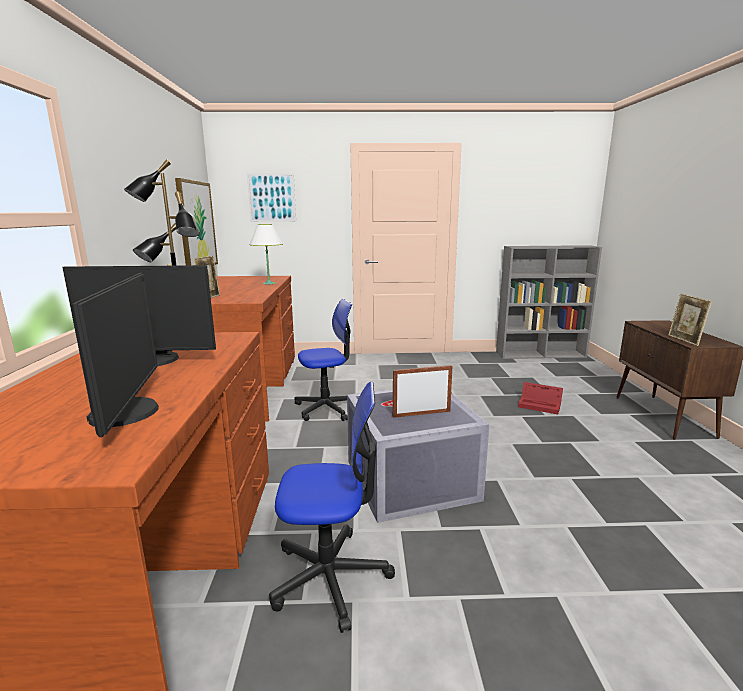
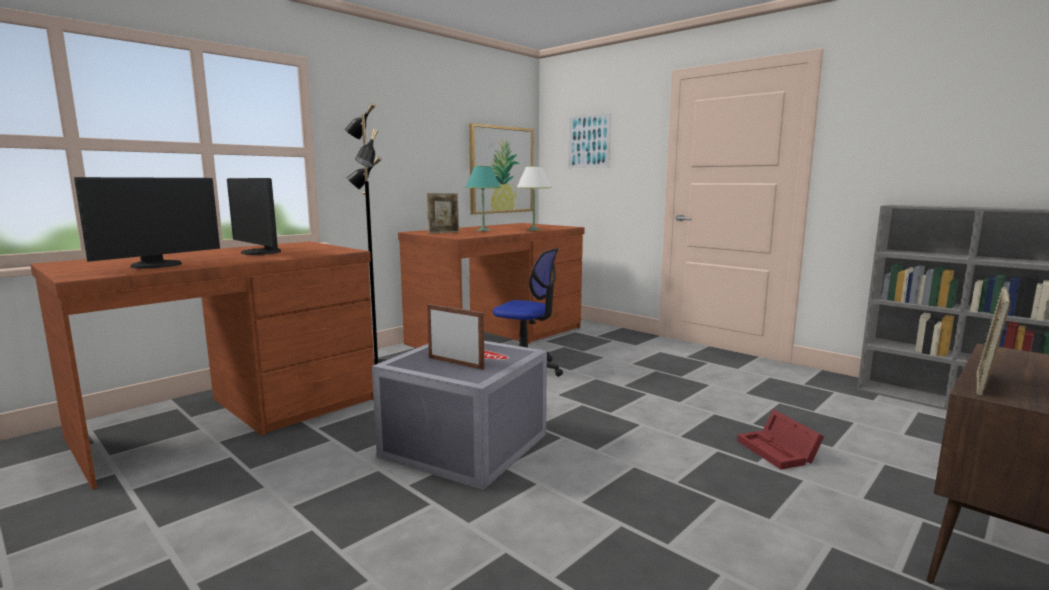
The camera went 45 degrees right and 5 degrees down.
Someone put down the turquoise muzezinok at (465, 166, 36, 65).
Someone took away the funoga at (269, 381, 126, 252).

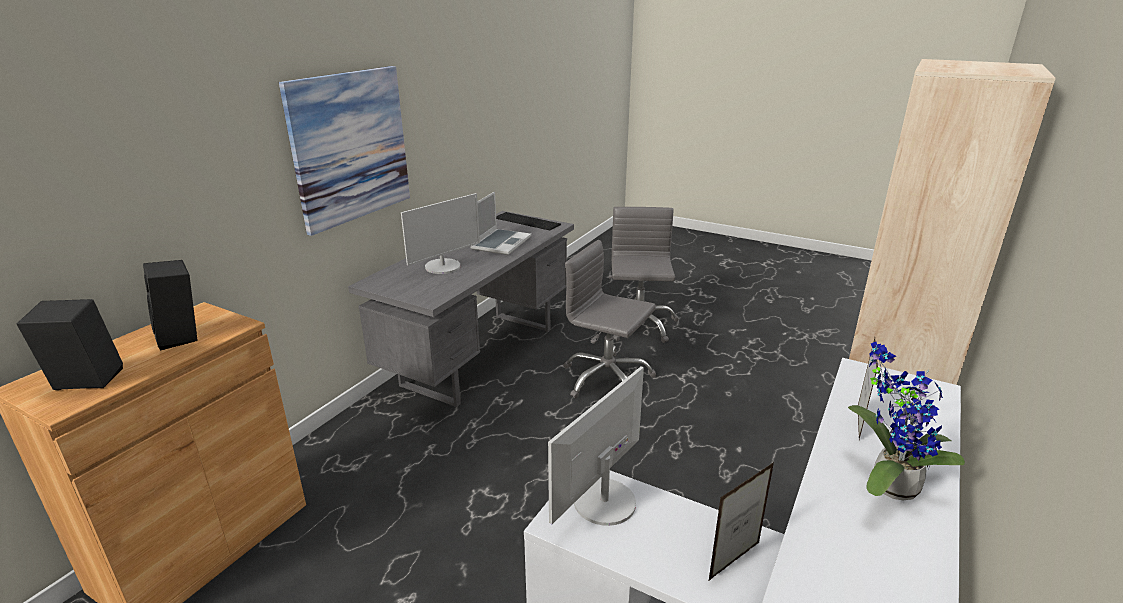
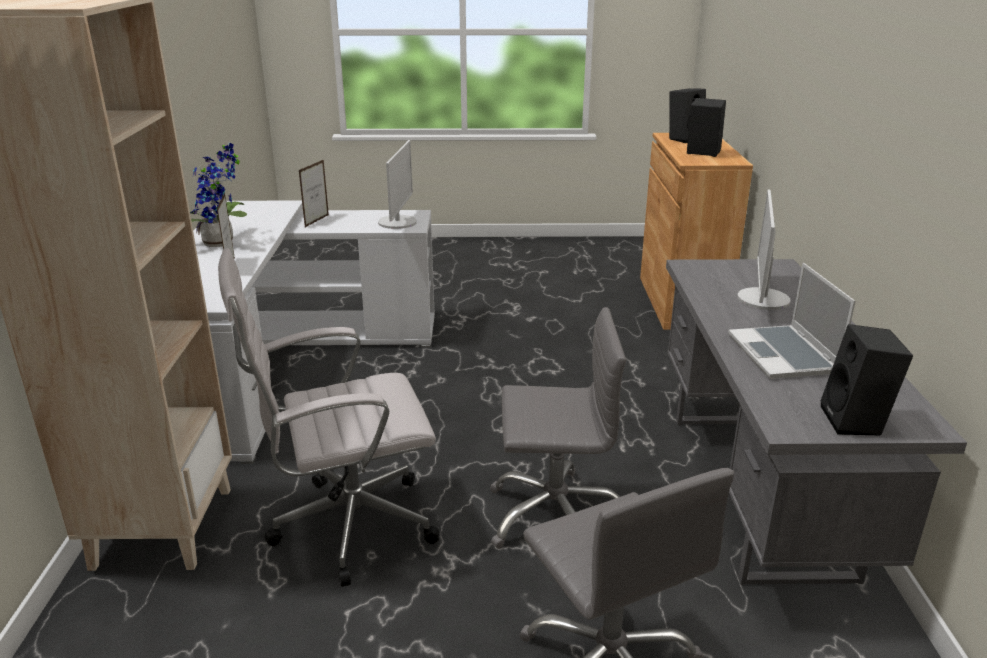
The camera went 150 degrees right and 0 degrees up.
Someone put down the white funoga at (218, 248, 221, 339).
Someone swapped the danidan at (496, 212, 65, 18) for the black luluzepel at (821, 324, 92, 112).
Someone took away the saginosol at (279, 66, 131, 170).

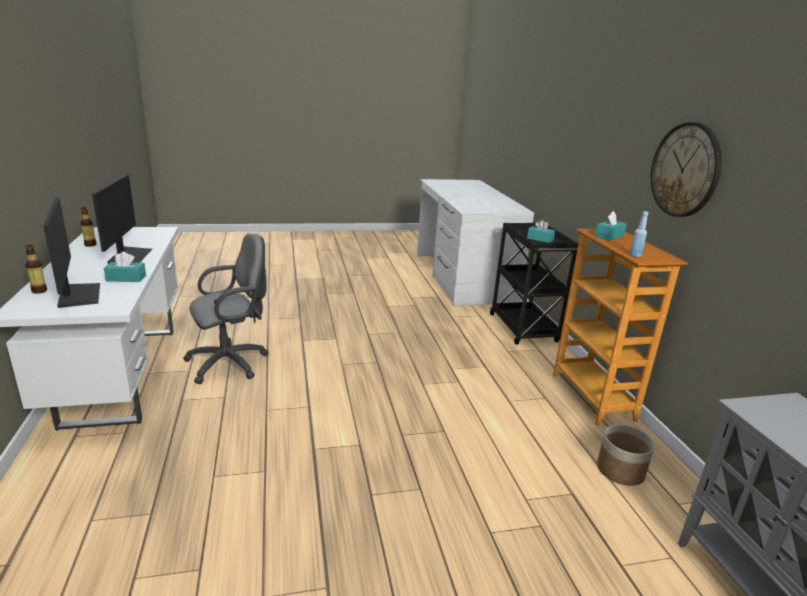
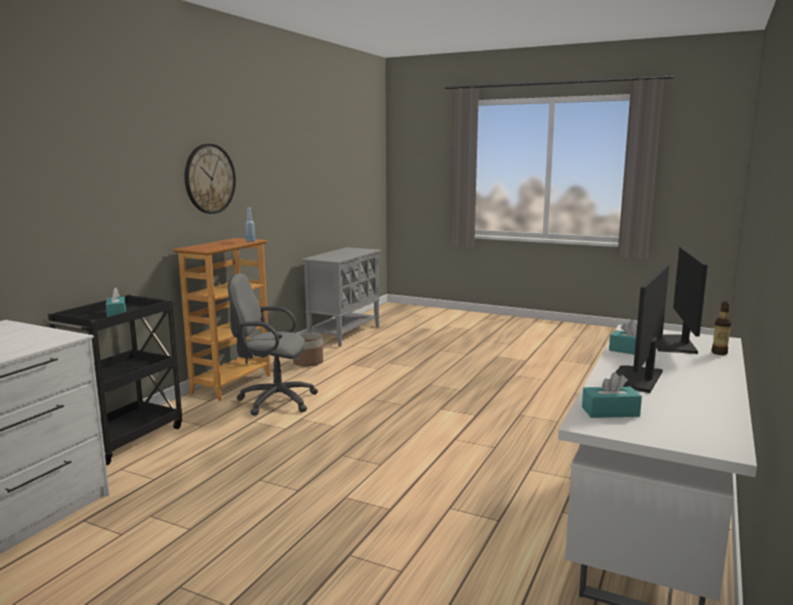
The camera went 140 degrees left and 10 degrees down.
Someone carried the grey funoga from (183, 233, 86, 151) to (228, 274, 90, 142).
Someone carried the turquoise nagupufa from (595, 211, 32, 30) to (582, 372, 60, 46).
Someone took away the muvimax at (80, 207, 17, 40).

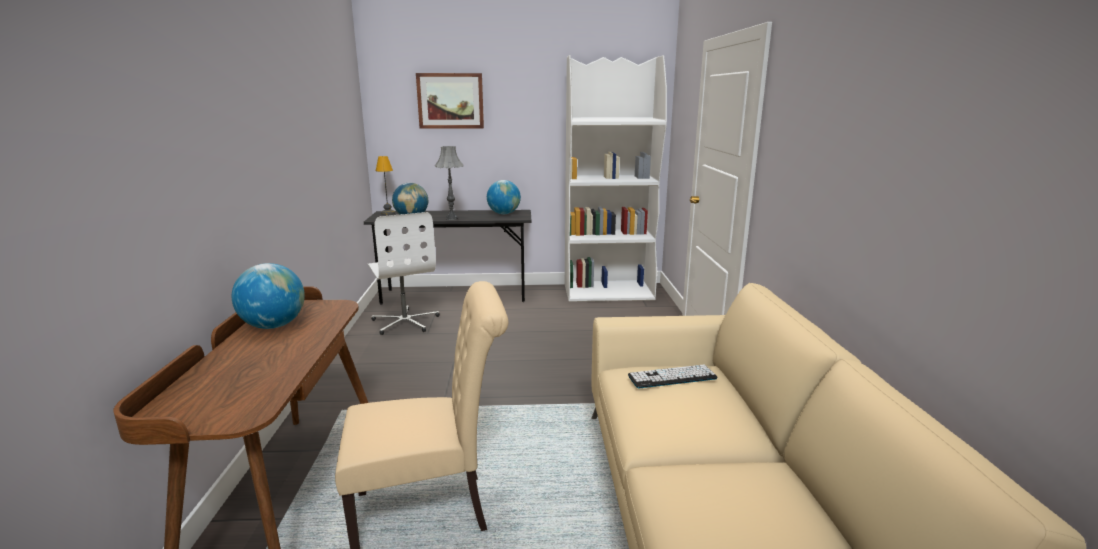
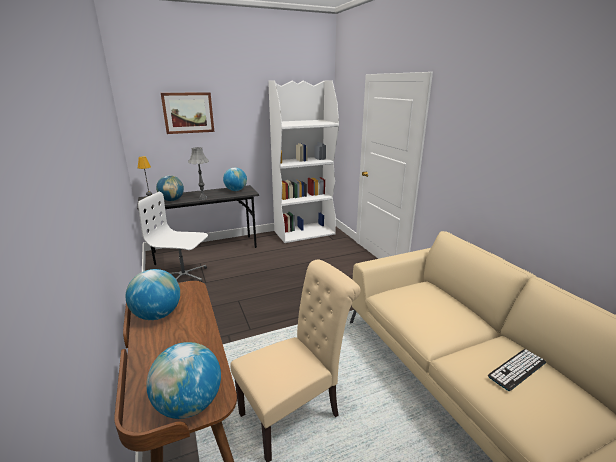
The camera went 20 degrees left and 5 degrees up.
Someone rotated the white funoga at (368, 212, 72, 123) by 150 degrees clockwise.
Someone put down the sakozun at (146, 342, 75, 77).
Someone carried the danidan from (628, 364, 90, 24) to (488, 349, 58, 42).

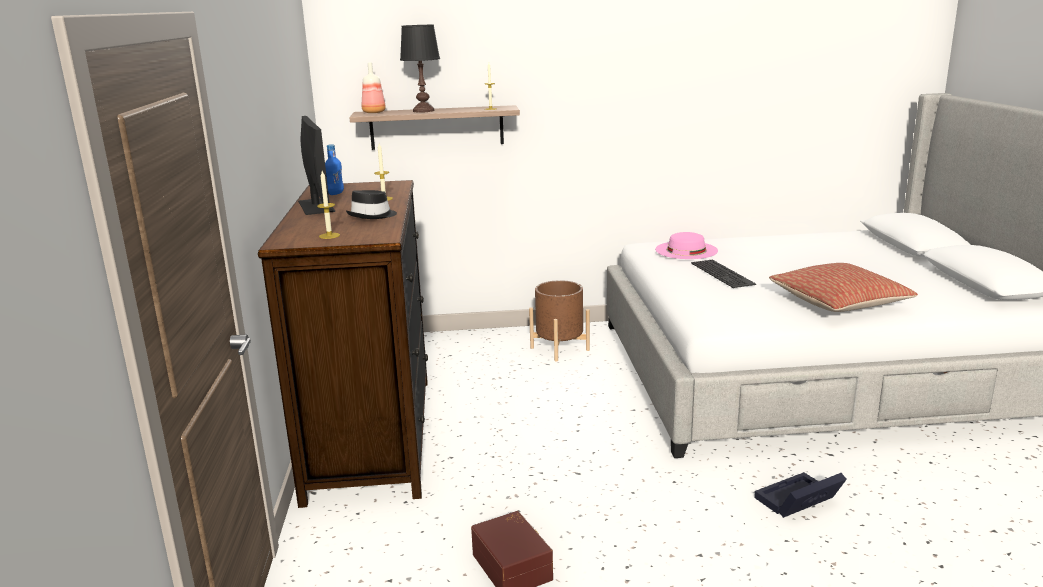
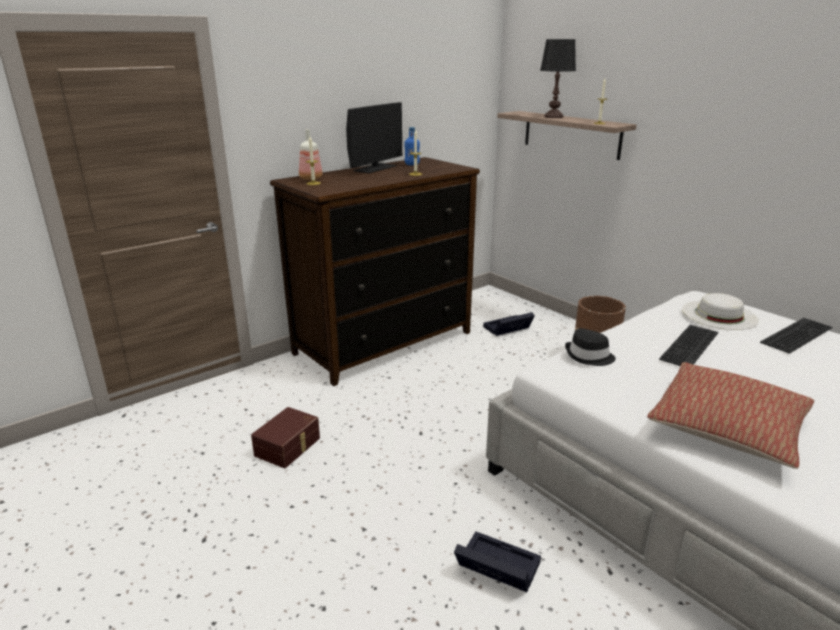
The camera went 55 degrees right and 5 degrees up.
Someone carried the muvimax from (362, 62, 24, 51) to (299, 129, 24, 51).
Someone put down the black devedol at (483, 312, 52, 24).
Someone carried the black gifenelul from (346, 190, 51, 29) to (565, 328, 51, 38).
Someone repainted the pink gifenelul at (655, 232, 63, 27), which became the white gifenelul at (682, 293, 77, 37).
Someone put down the danidan at (760, 318, 72, 36).

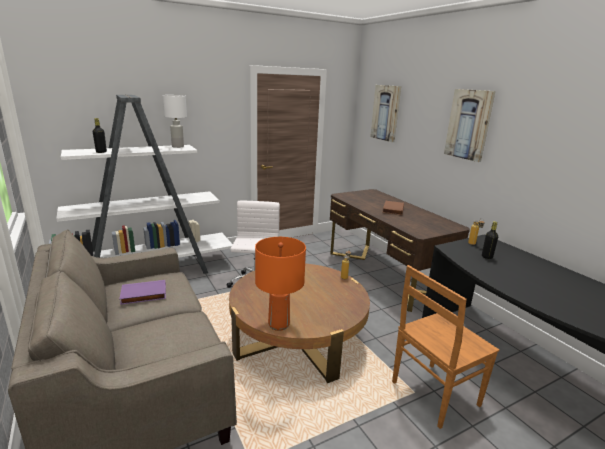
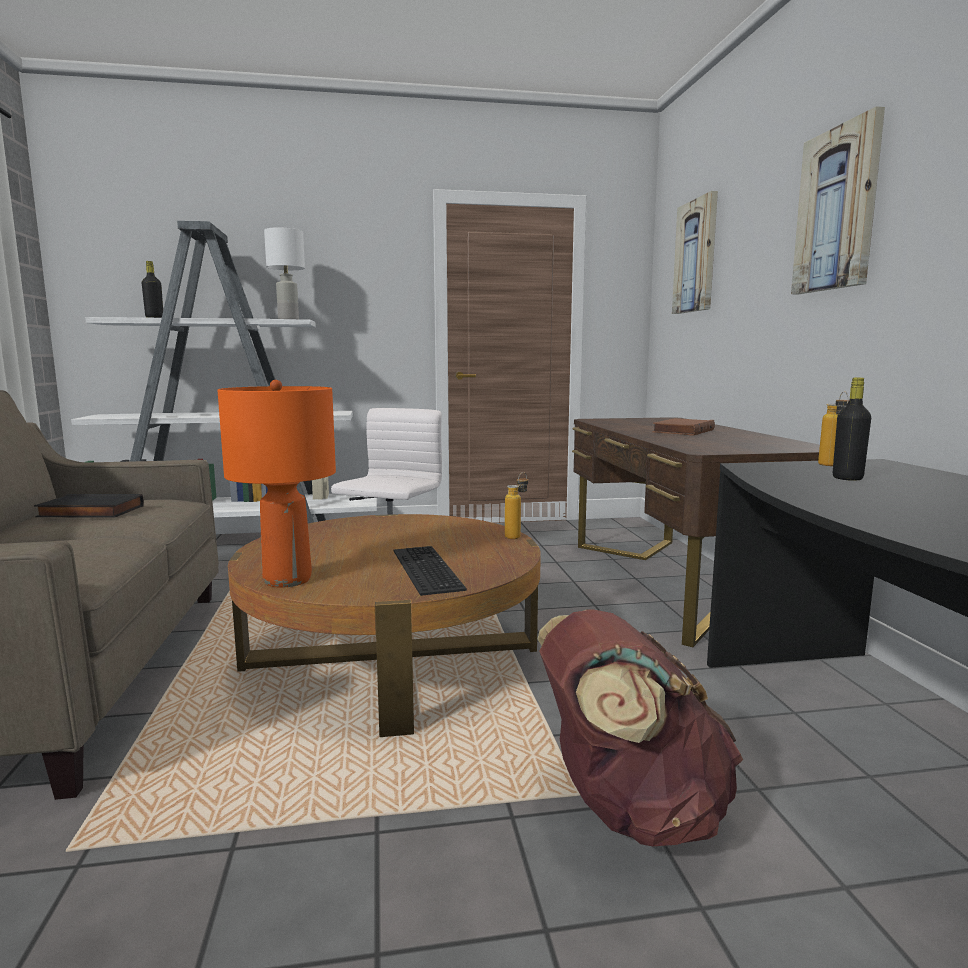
The camera went 20 degrees right and 10 degrees down.
Someone repainted the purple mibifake at (119, 280, 47, 25), which became the black mibifake at (34, 494, 110, 23).
Someone put down the danidan at (394, 546, 73, 50).
Someone swapped the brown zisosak at (392, 265, 107, 164) for the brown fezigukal at (538, 609, 205, 237).

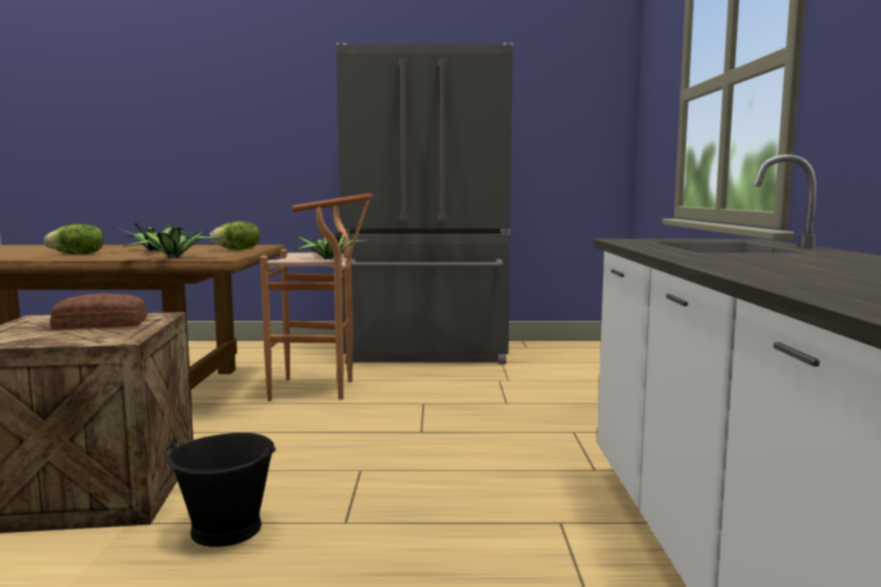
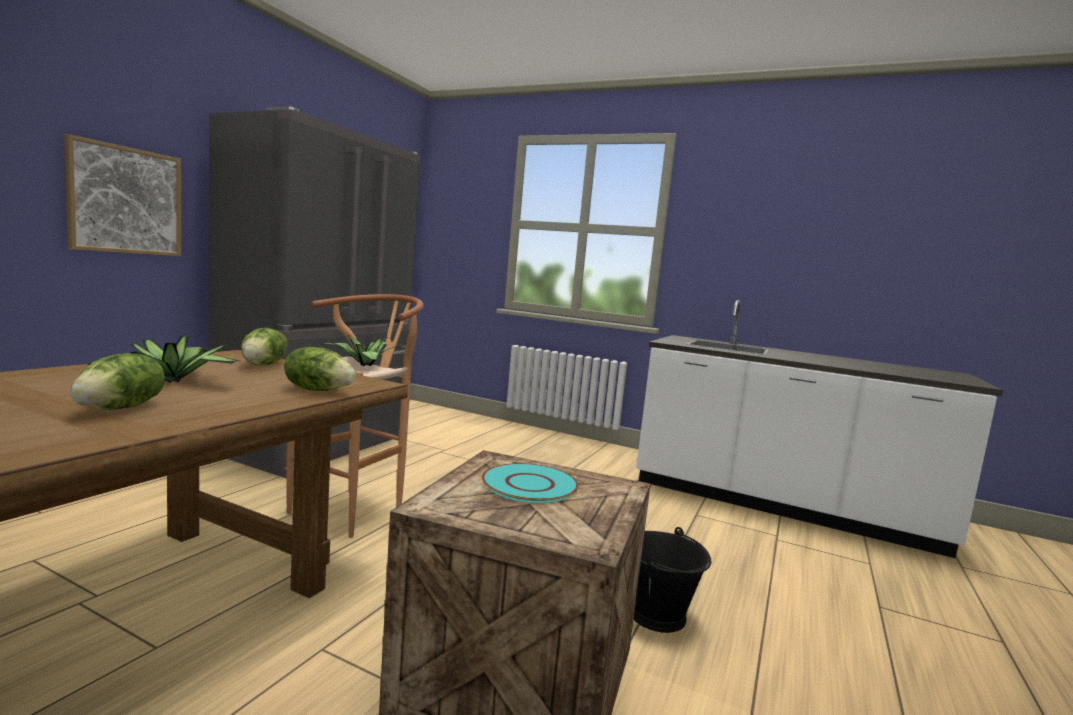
The camera went 65 degrees left and 0 degrees up.
Someone put up the saginosol at (64, 134, 117, 122).
Someone swapped the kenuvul at (123, 226, 98, 32) for the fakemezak at (284, 347, 72, 44).
Someone swapped the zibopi at (50, 293, 97, 37) for the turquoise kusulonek at (482, 463, 97, 40).

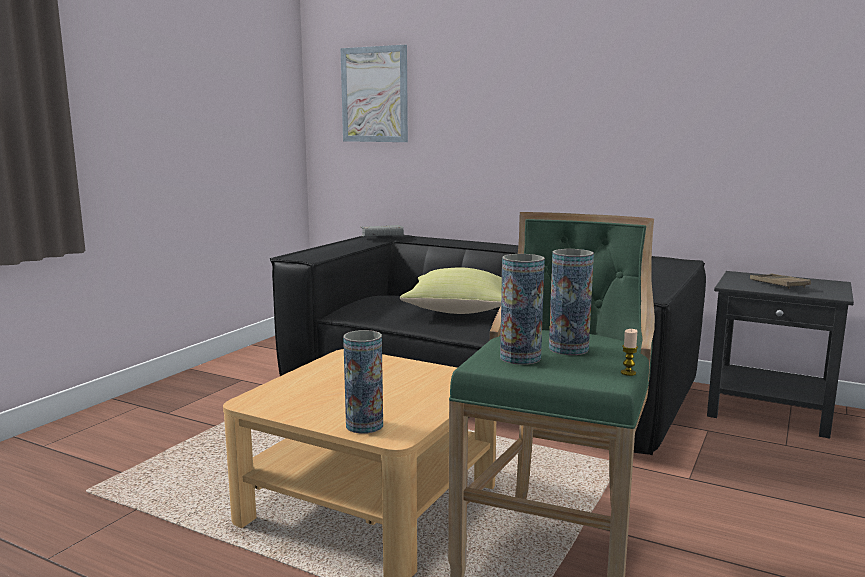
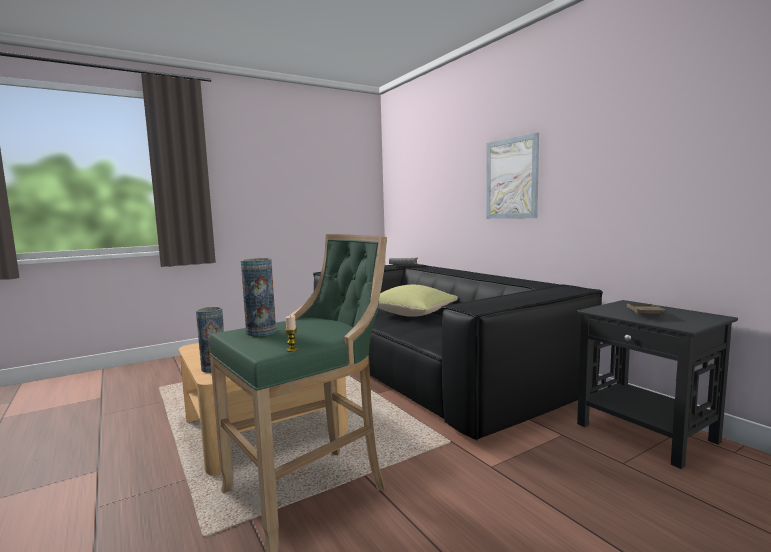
The camera went 30 degrees right and 5 degrees down.
Someone carried the saginosol from (340, 45, 68, 97) to (486, 133, 53, 86).
Someone took away the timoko at (549, 249, 45, 106).

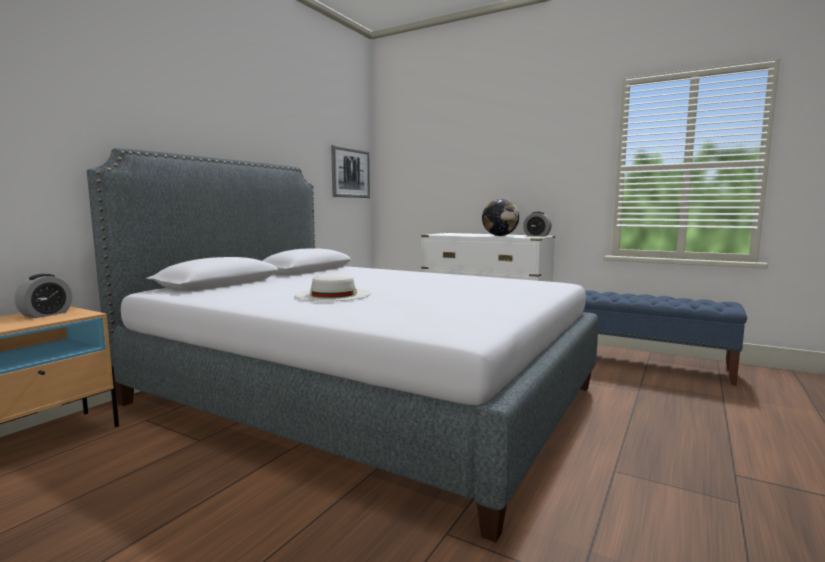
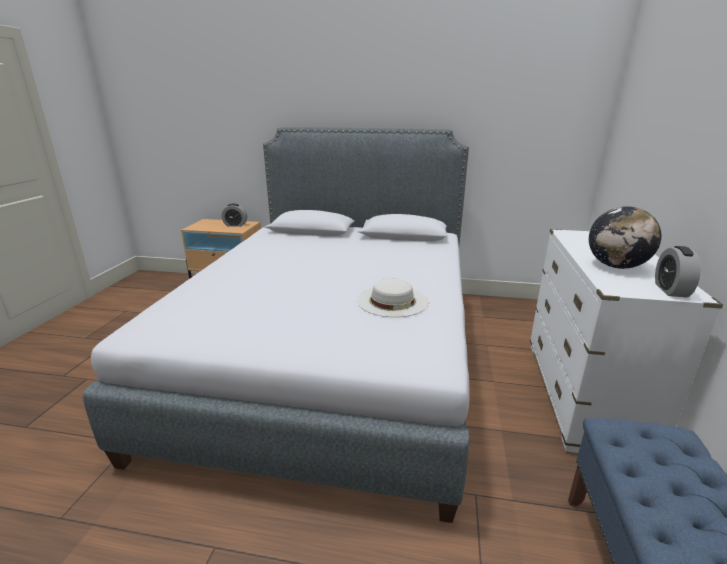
The camera went 70 degrees right and 15 degrees up.
Someone carried the white gifenelul from (295, 274, 76, 27) to (357, 279, 71, 38).
Someone took away the saginosol at (331, 145, 39, 53).

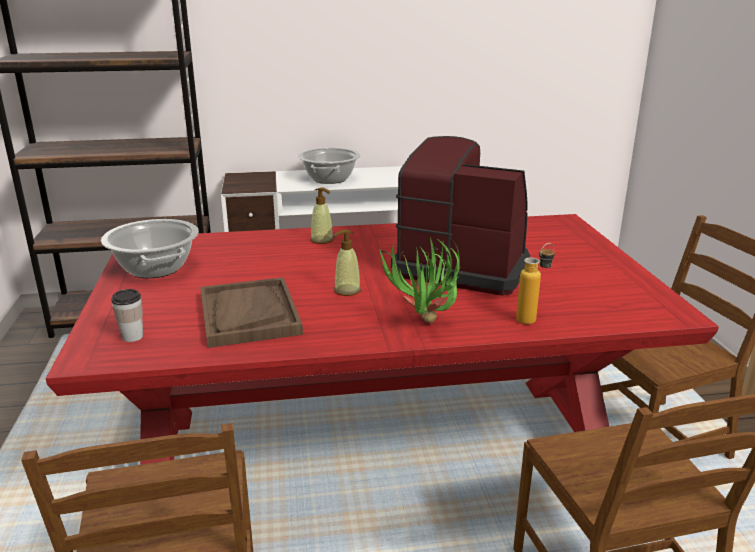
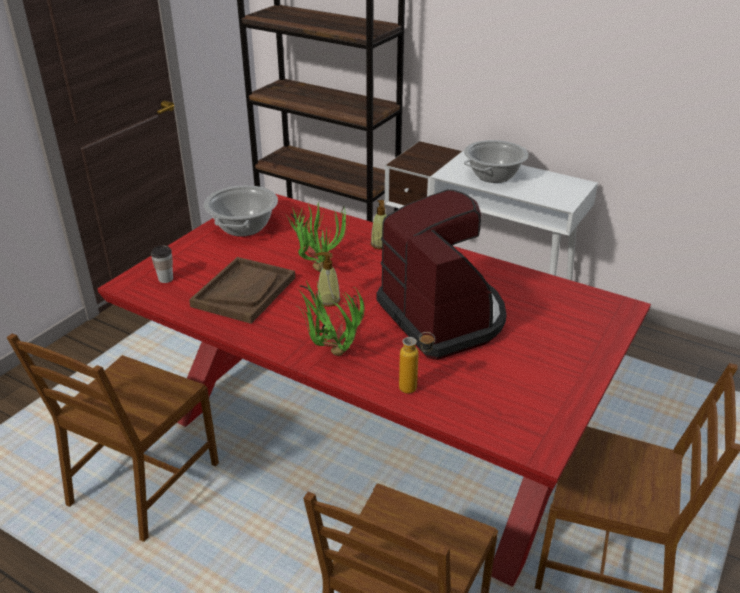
The camera went 40 degrees right and 10 degrees up.
Someone put down the kenuvul at (285, 199, 65, 73).

